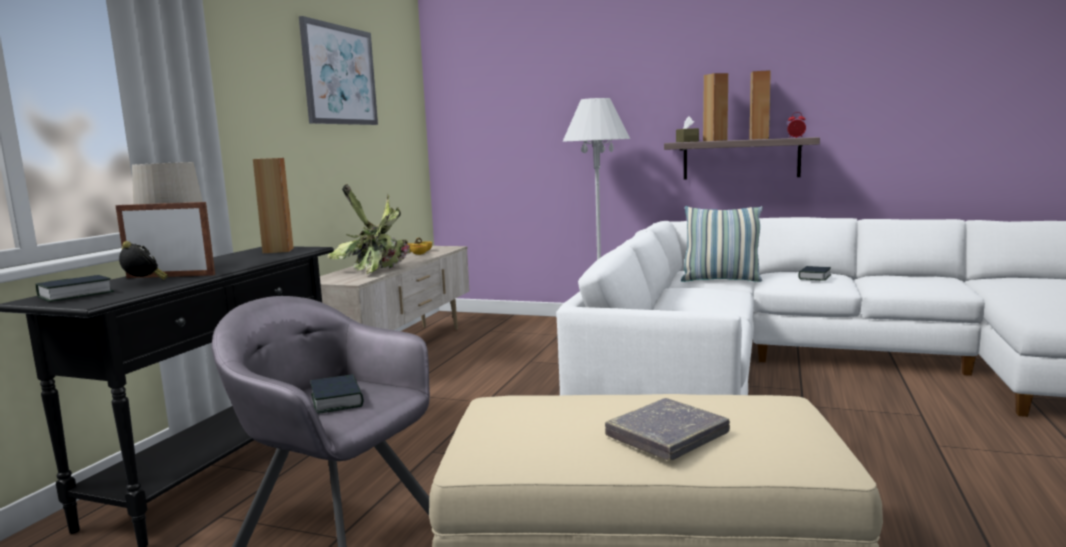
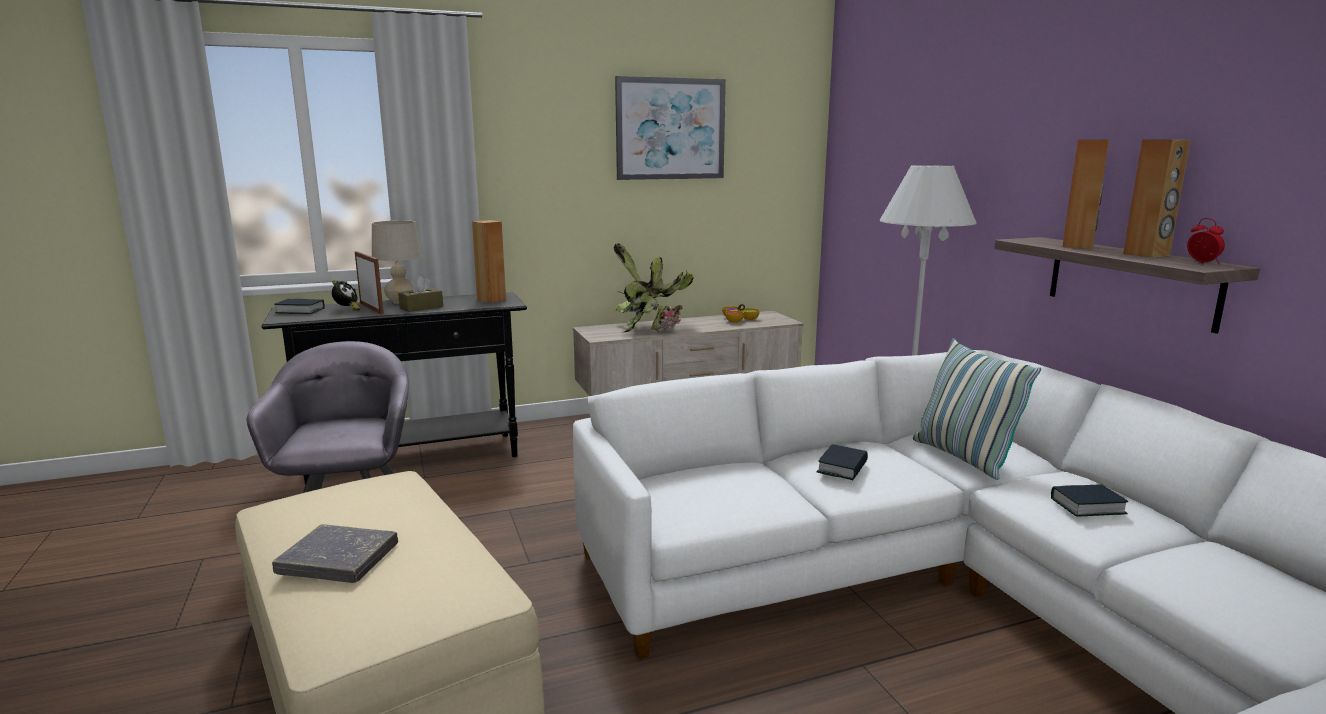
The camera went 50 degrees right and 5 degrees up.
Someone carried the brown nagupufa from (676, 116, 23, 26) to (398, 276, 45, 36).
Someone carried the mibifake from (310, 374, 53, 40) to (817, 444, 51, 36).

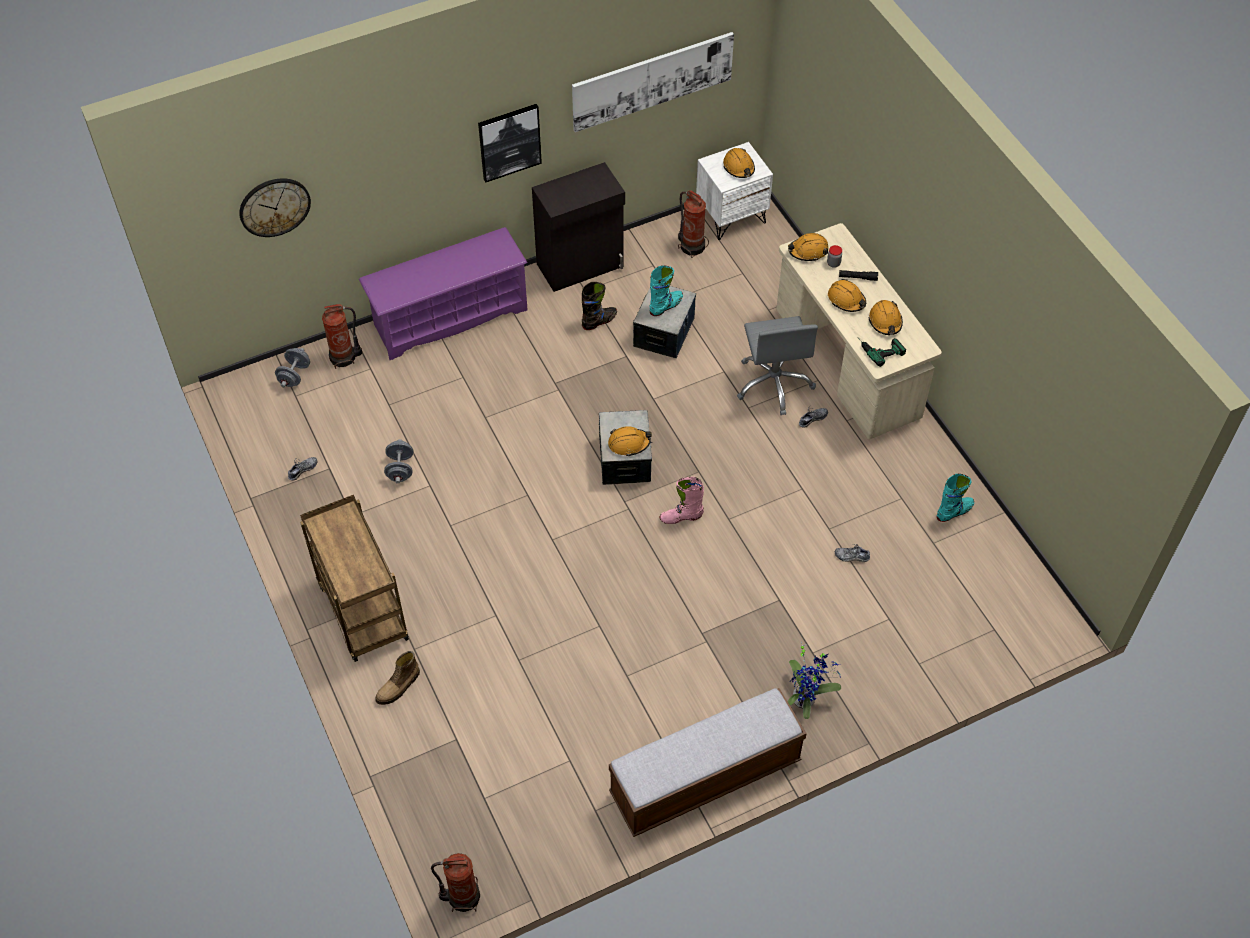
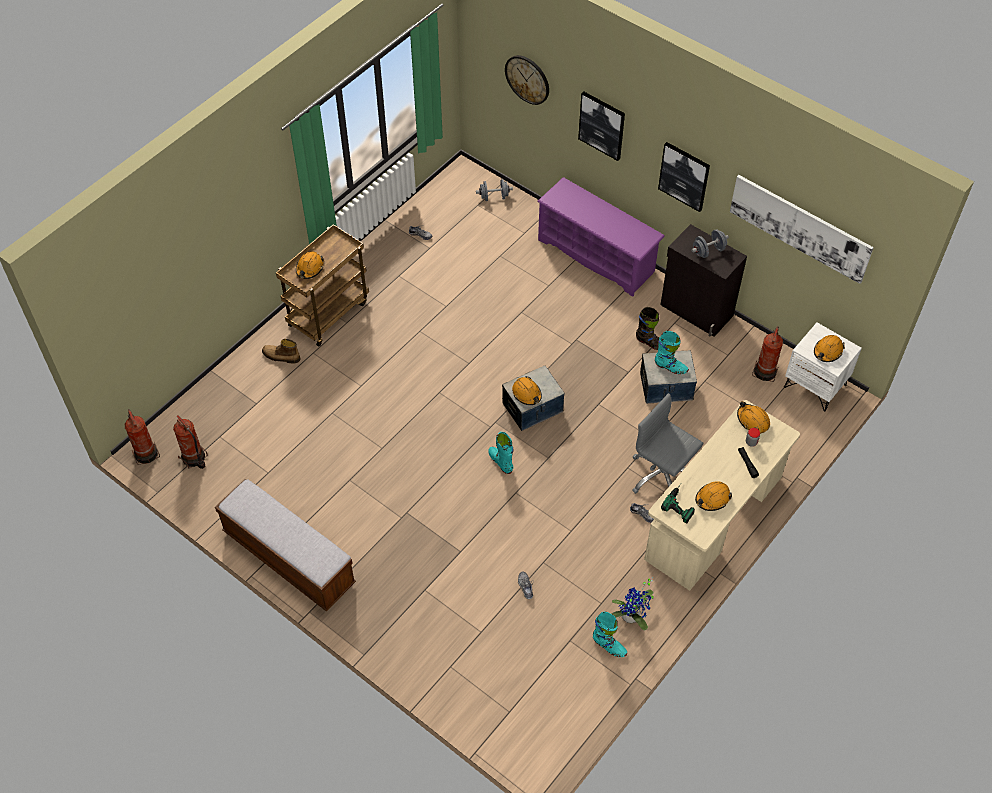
The camera went 65 degrees right and 0 degrees up.
Someone carried the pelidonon from (322, 304, 40, 65) to (173, 415, 35, 54).
Someone carried the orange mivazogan from (828, 279, 38, 33) to (296, 251, 28, 28).
Someone repainted the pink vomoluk at (660, 477, 44, 47), which became the turquoise vomoluk at (488, 432, 26, 42).
Someone put up the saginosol at (578, 92, 47, 69).
Someone carried the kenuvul from (788, 641, 53, 78) to (611, 577, 43, 54).
Someone rotated the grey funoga at (737, 316, 81, 99) by 75 degrees clockwise.
Someone carried the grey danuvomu from (384, 439, 29, 45) to (691, 229, 38, 29).

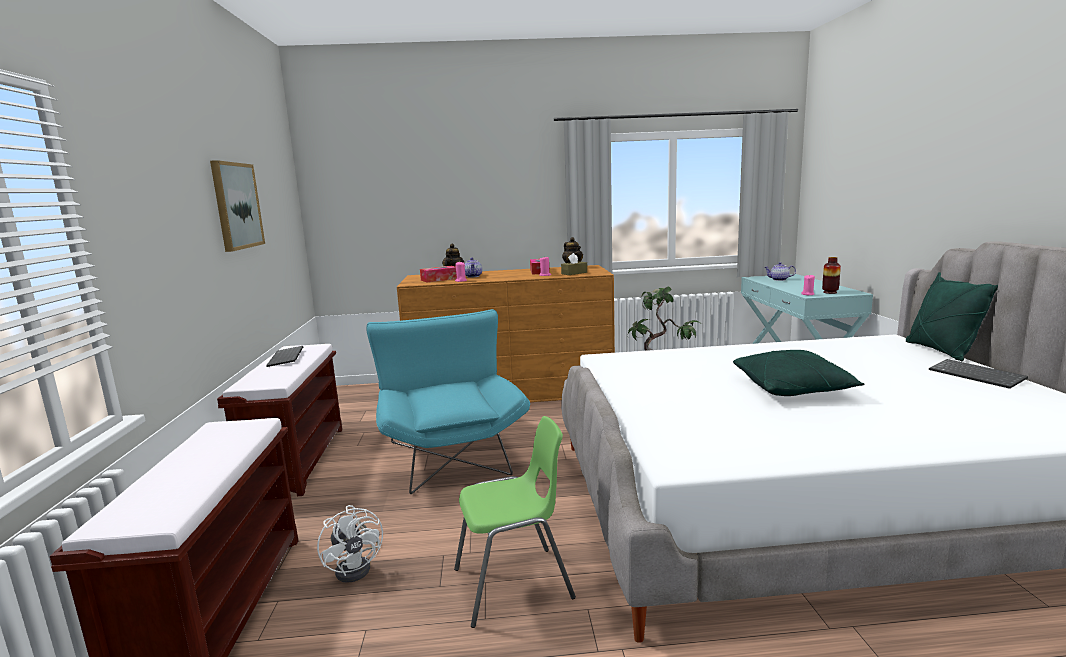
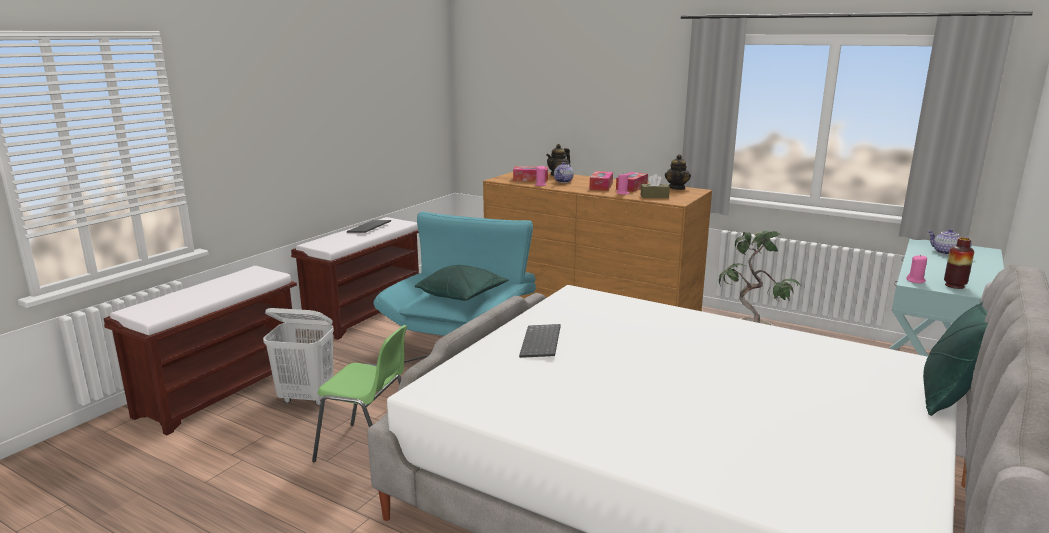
The camera went 35 degrees right and 5 degrees up.
Someone swapped the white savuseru at (317, 505, 66, 78) for the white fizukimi at (263, 308, 71, 98).
Someone carried the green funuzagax from (733, 350, 131, 46) to (415, 265, 94, 35).
Someone carried the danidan from (929, 359, 99, 30) to (519, 324, 42, 34).
Someone put down the nagupufa at (589, 171, 24, 20).
Someone took away the saginosol at (210, 160, 55, 92).

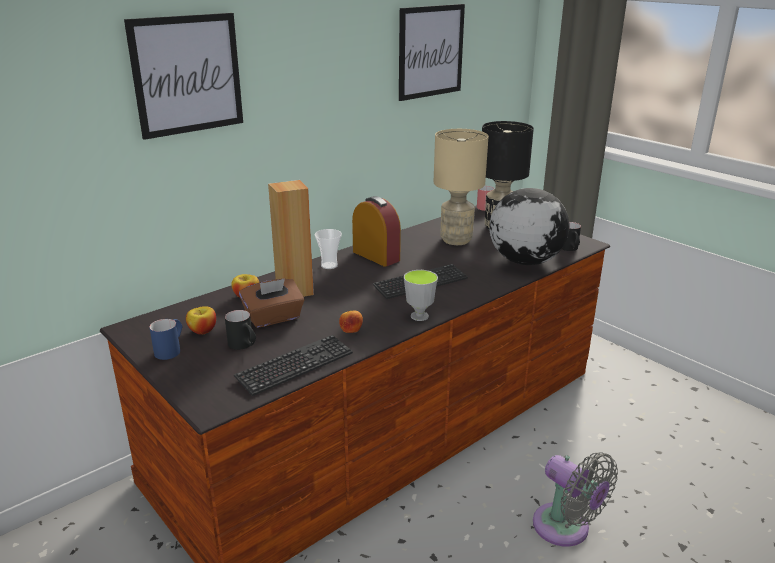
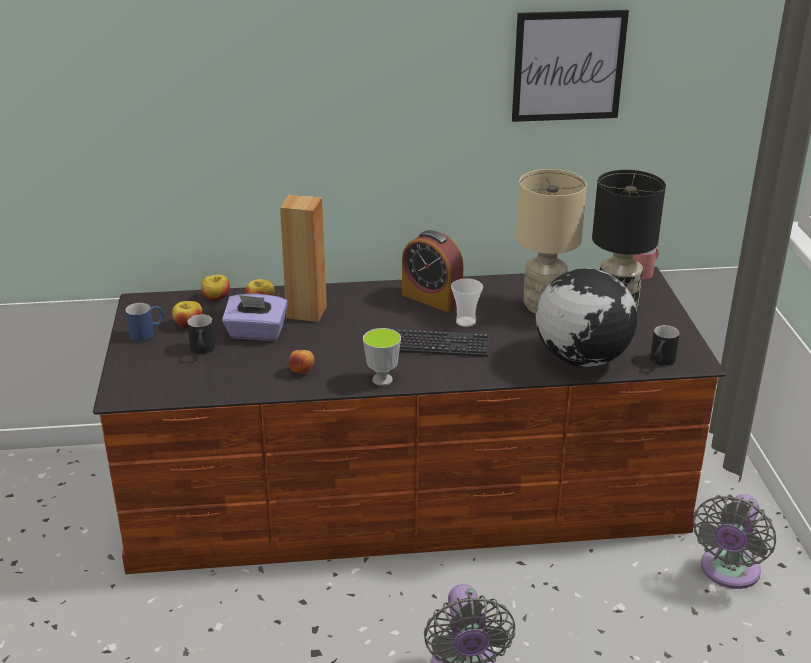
The camera went 35 degrees right and 5 degrees up.
Someone put down the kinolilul at (201, 275, 29, 26).
Someone repainted the brown nagupufa at (239, 279, 66, 49), which became the purple nagupufa at (222, 294, 66, 47).
Someone rotated the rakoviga at (352, 196, 49, 71) by 135 degrees clockwise.
Someone carried the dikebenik from (315, 229, 27, 40) to (451, 278, 32, 49).
Someone put down the grey savuseru at (693, 494, 83, 95).
Someone took away the saginosol at (124, 13, 119, 127).
Someone took away the danidan at (234, 335, 119, 61).

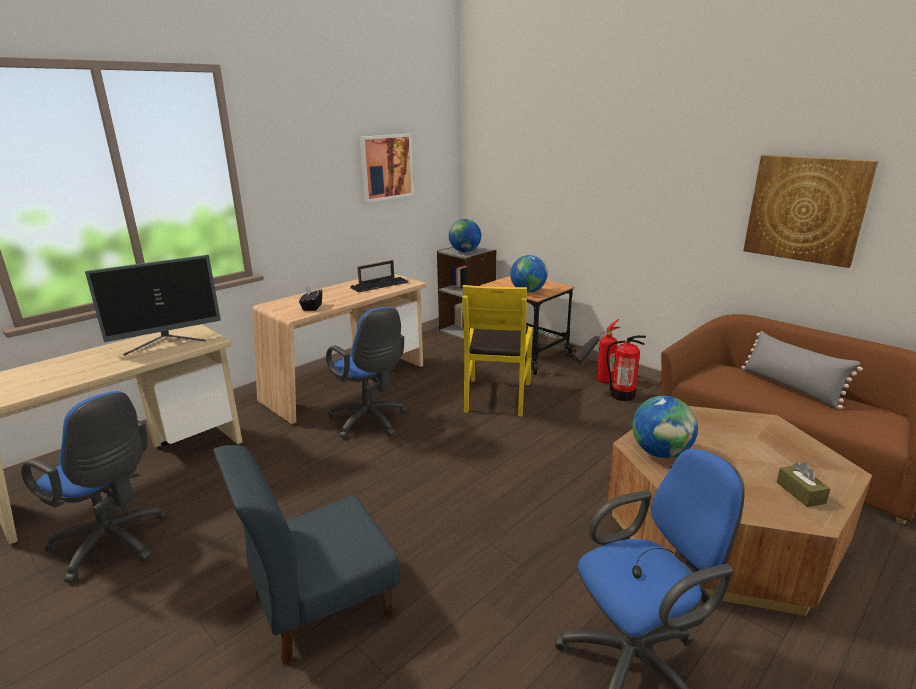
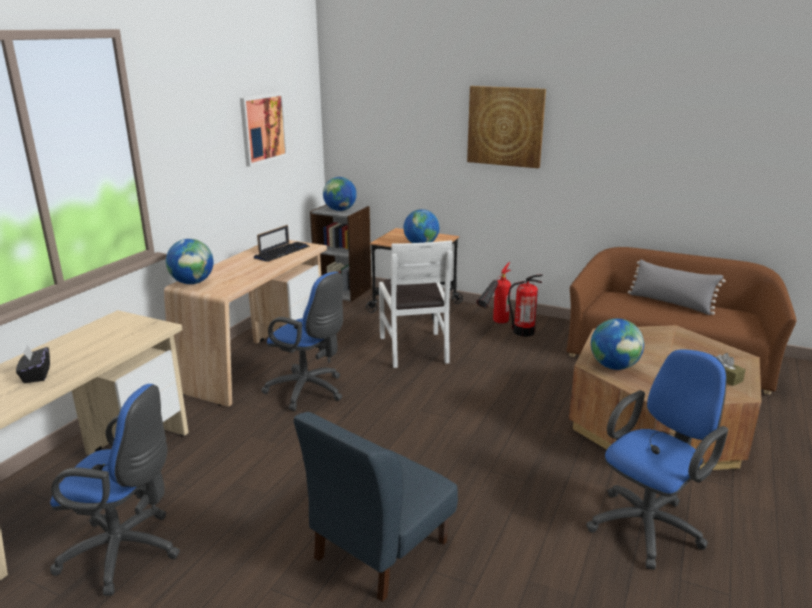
The camera went 20 degrees left and 0 degrees up.
Someone carried the black nagupufa from (299, 286, 23, 25) to (16, 345, 34, 38).
Someone put down the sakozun at (166, 239, 48, 45).
Someone repainted the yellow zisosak at (462, 285, 71, 131), which became the white zisosak at (379, 240, 74, 128).
Someone carried the saginosol from (743, 155, 135, 113) to (467, 86, 79, 82).
Someone took away the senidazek at (85, 255, 136, 101).

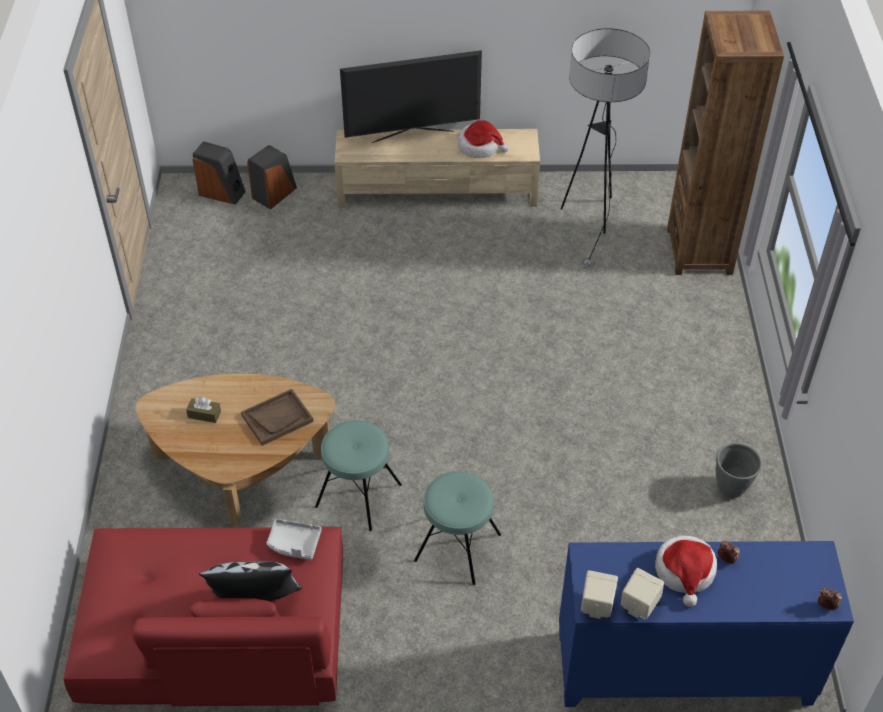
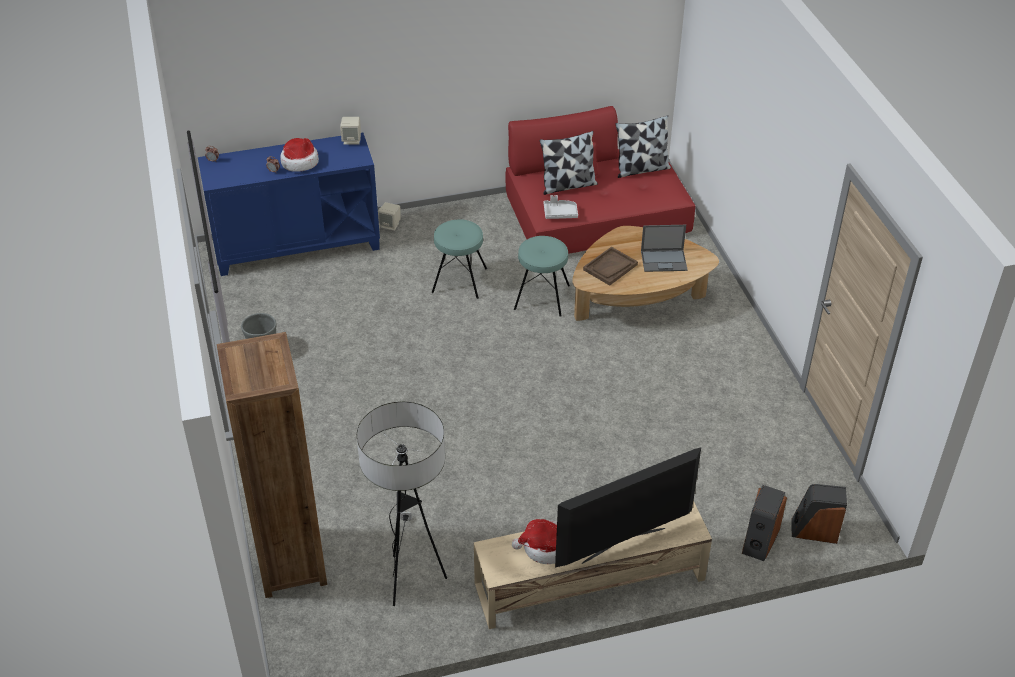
The camera went 165 degrees right and 5 degrees down.
Someone carried the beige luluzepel from (621, 568, 43, 51) to (378, 202, 23, 29).
Someone put down the funuzagax at (616, 115, 55, 63).
Someone swapped the brown nagupufa at (186, 397, 35, 26) for the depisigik at (641, 225, 47, 47).

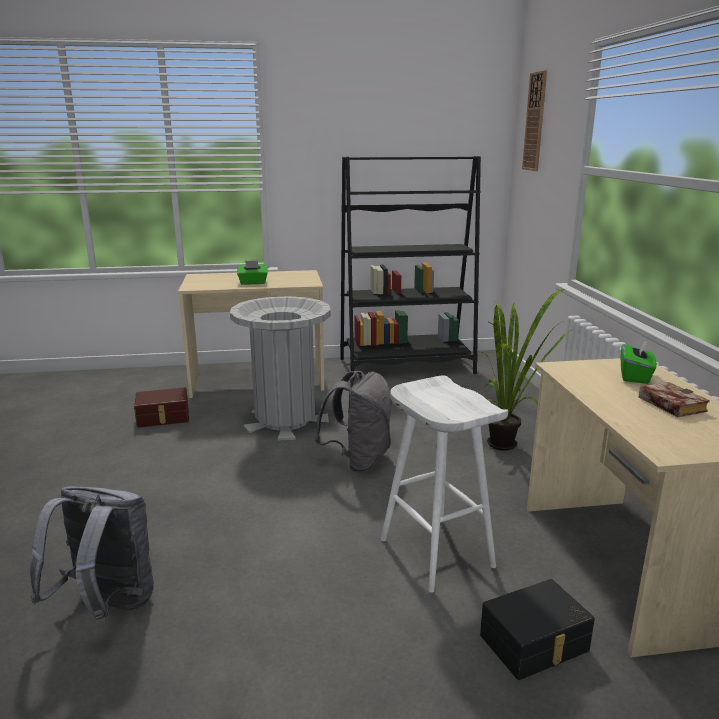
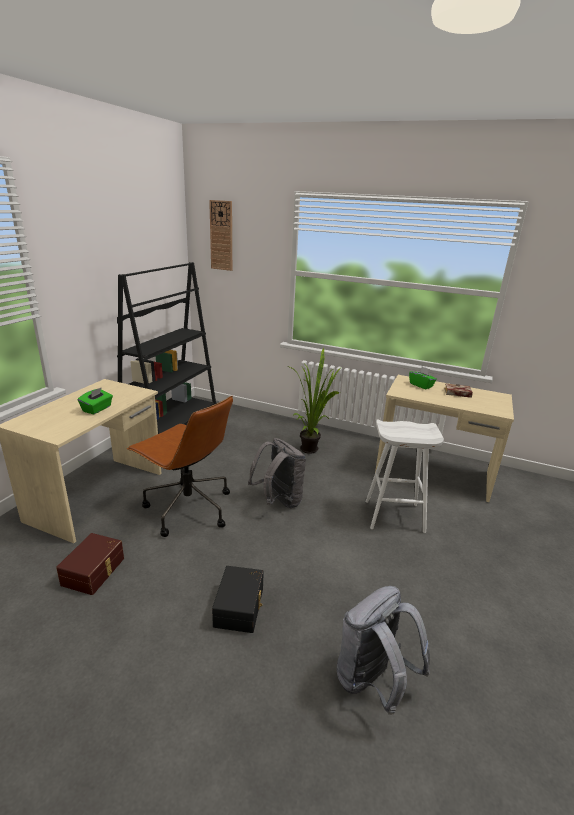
The camera went 60 degrees left and 5 degrees up.
Someone swapped the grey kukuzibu at (230, 296, 101, 145) for the brown funoga at (127, 396, 106, 141).
Someone carried the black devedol from (480, 579, 115, 101) to (212, 566, 52, 67).

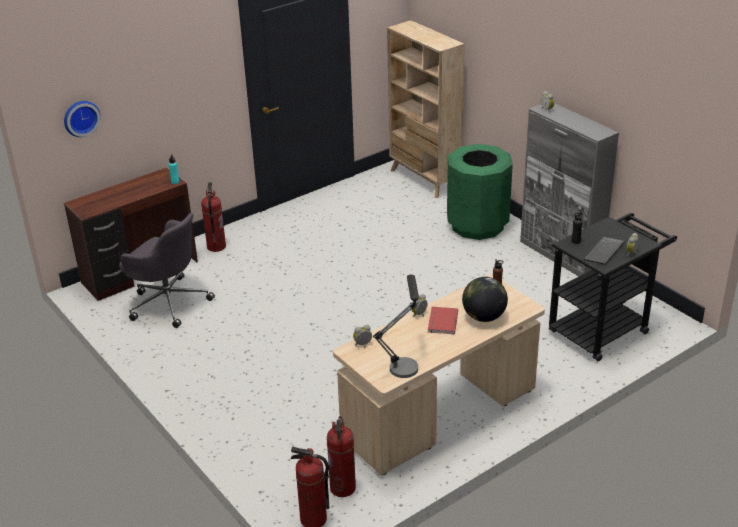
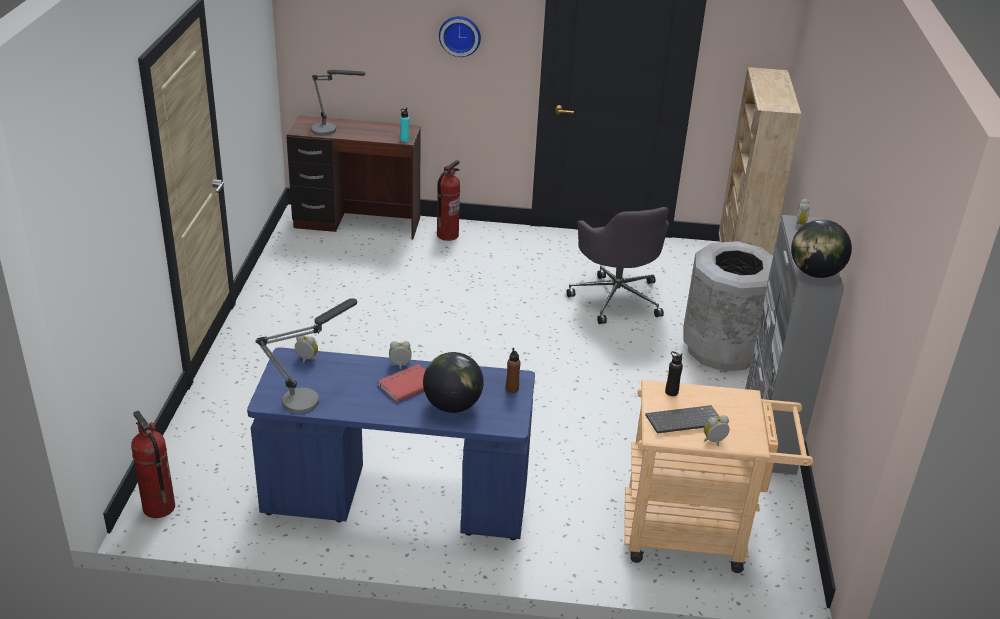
The camera went 40 degrees right and 0 degrees up.
Someone repainted the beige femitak at (333, 274, 212, 202), which became the blue femitak at (247, 347, 288, 193).
Someone put down the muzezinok at (311, 70, 54, 66).
Someone carried the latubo from (64, 101, 37, 36) to (439, 16, 42, 41).
Someone carried the grey funoga from (119, 213, 96, 115) to (567, 207, 102, 117).
Someone repainted the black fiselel at (549, 213, 128, 148), which became the beige fiselel at (625, 380, 188, 193).
Someone repainted the green kukuzibu at (447, 144, 66, 96), which became the grey kukuzibu at (683, 241, 90, 130).
Someone put down the sakozun at (791, 220, 61, 58).
Someone took away the pelidonon at (327, 416, 29, 81).

